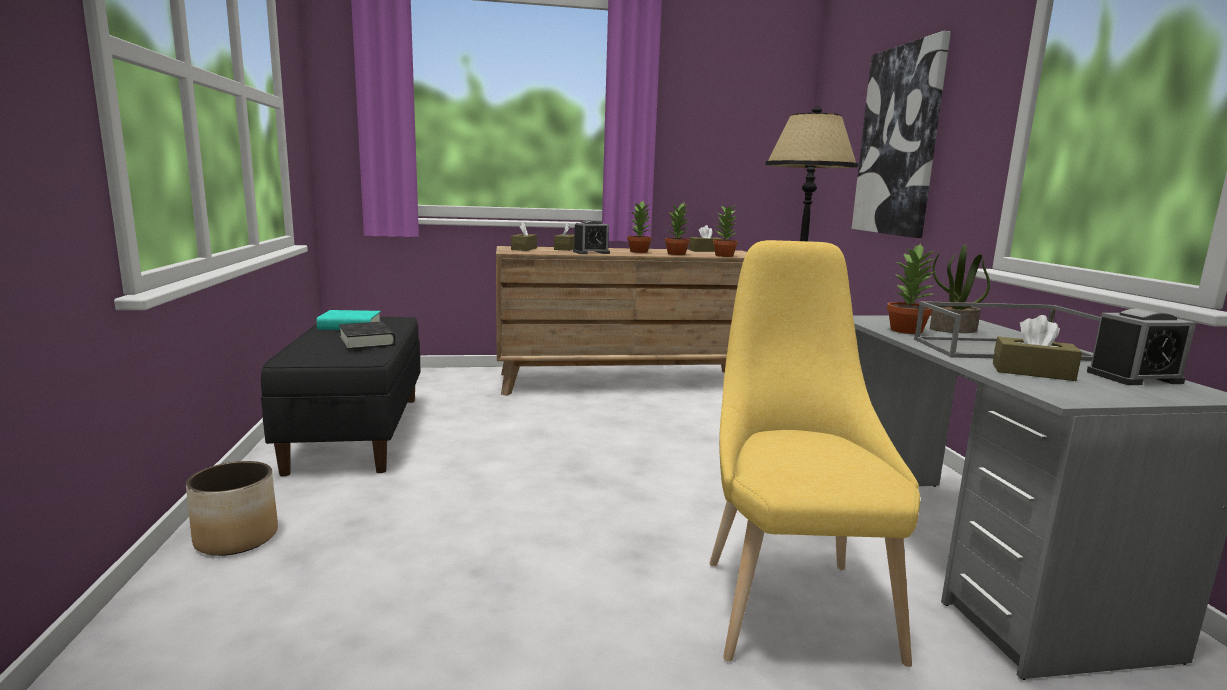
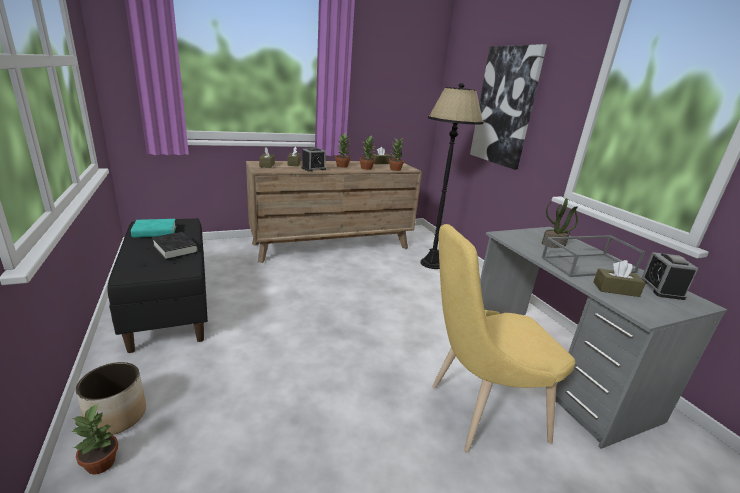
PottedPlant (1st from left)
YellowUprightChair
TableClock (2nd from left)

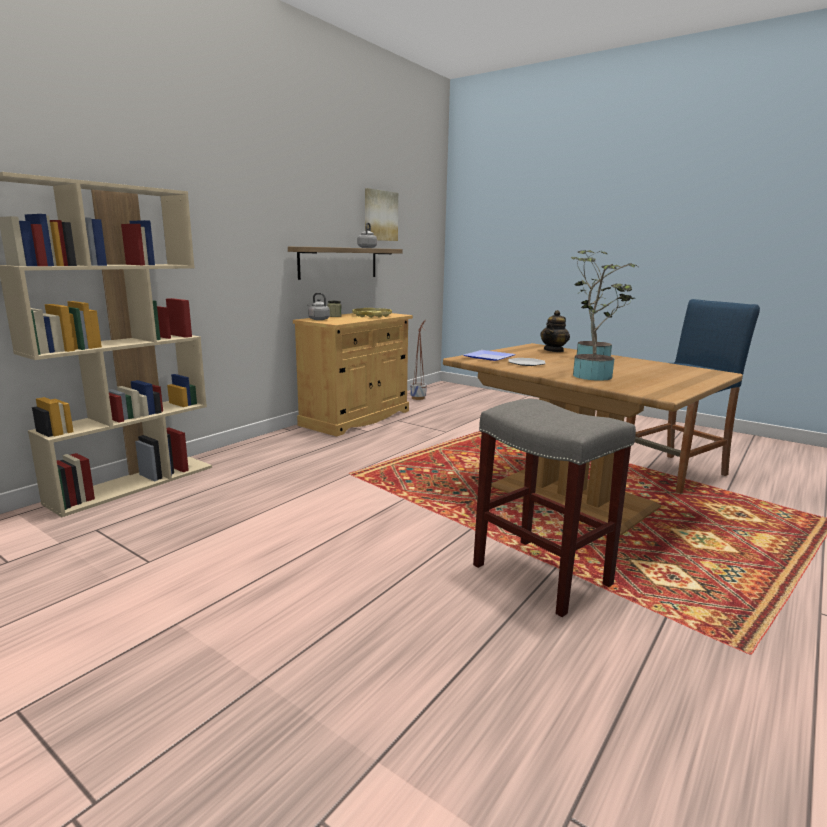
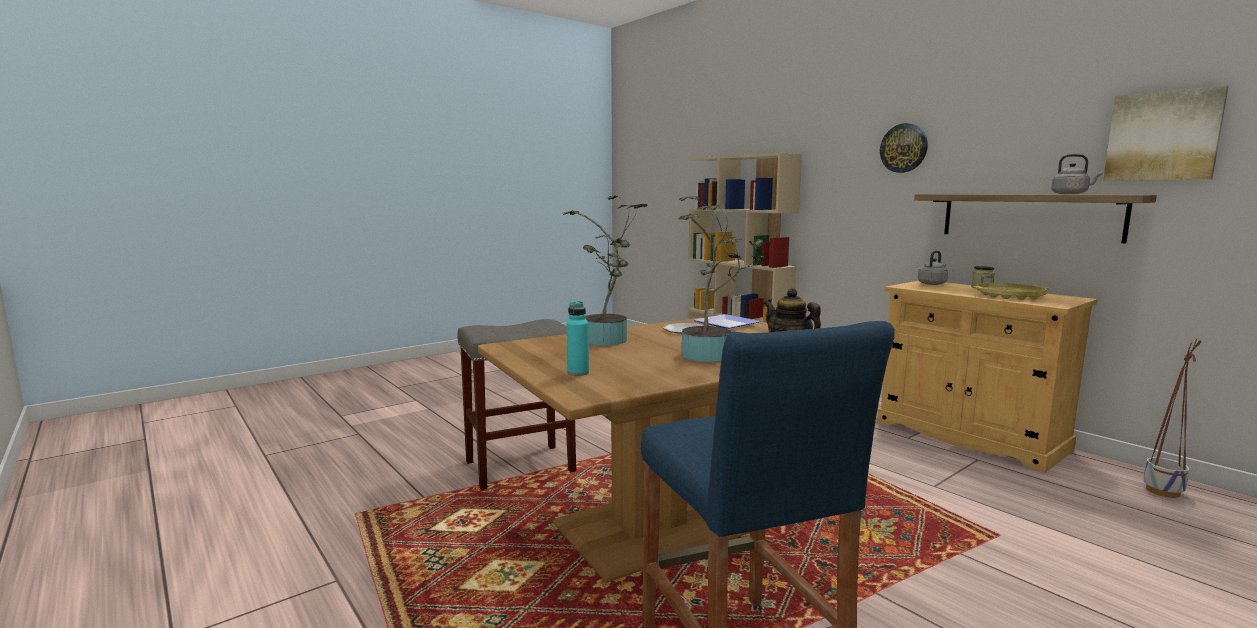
TurquoiseColouredDrinkBottle
HangingClock

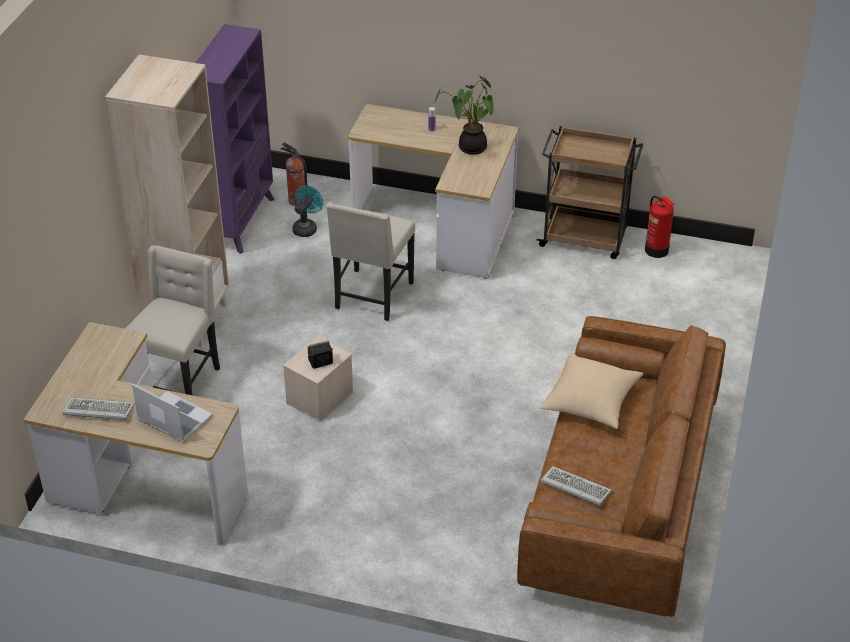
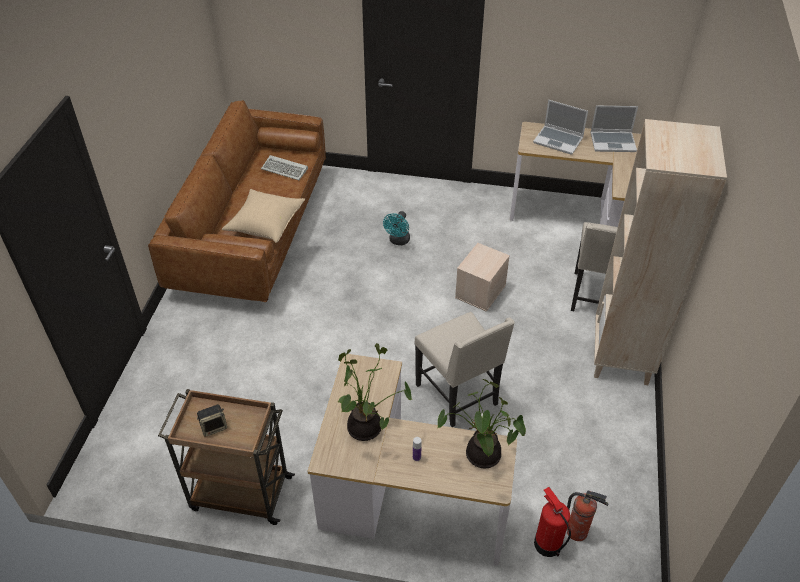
PurplishBookcase
PottedPlant (2nd from left)
TurquoiseColouredElectricFan
Loudspeaker
Extinguisher (1st from left)
Laptop (2nd from left)
SandColouredUprightChair (1st from left)

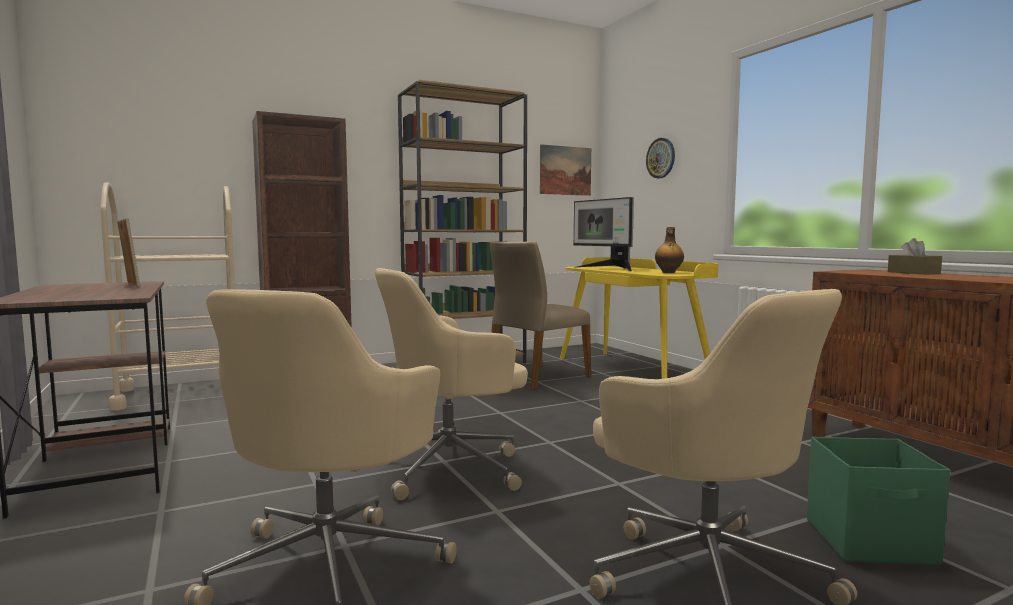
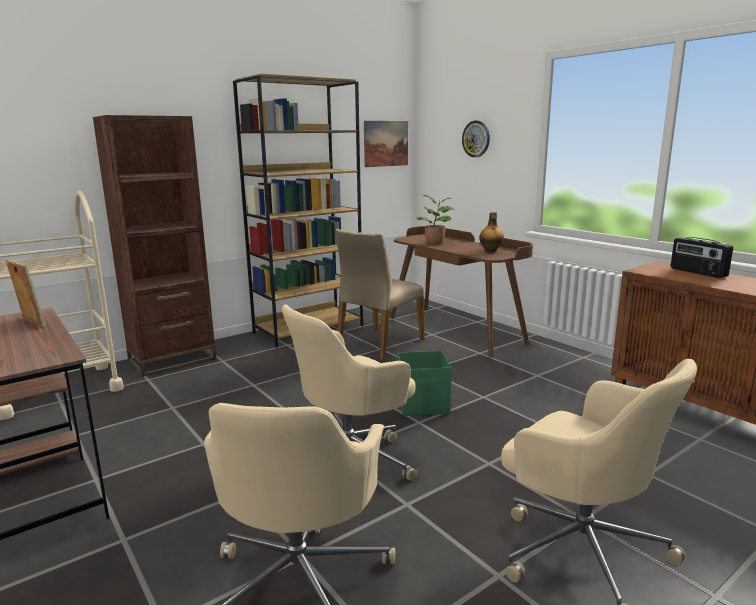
GreenishStorageBin
PottedPlant
RadioReceiver
BrownColouredDeskTable (2nd from left)

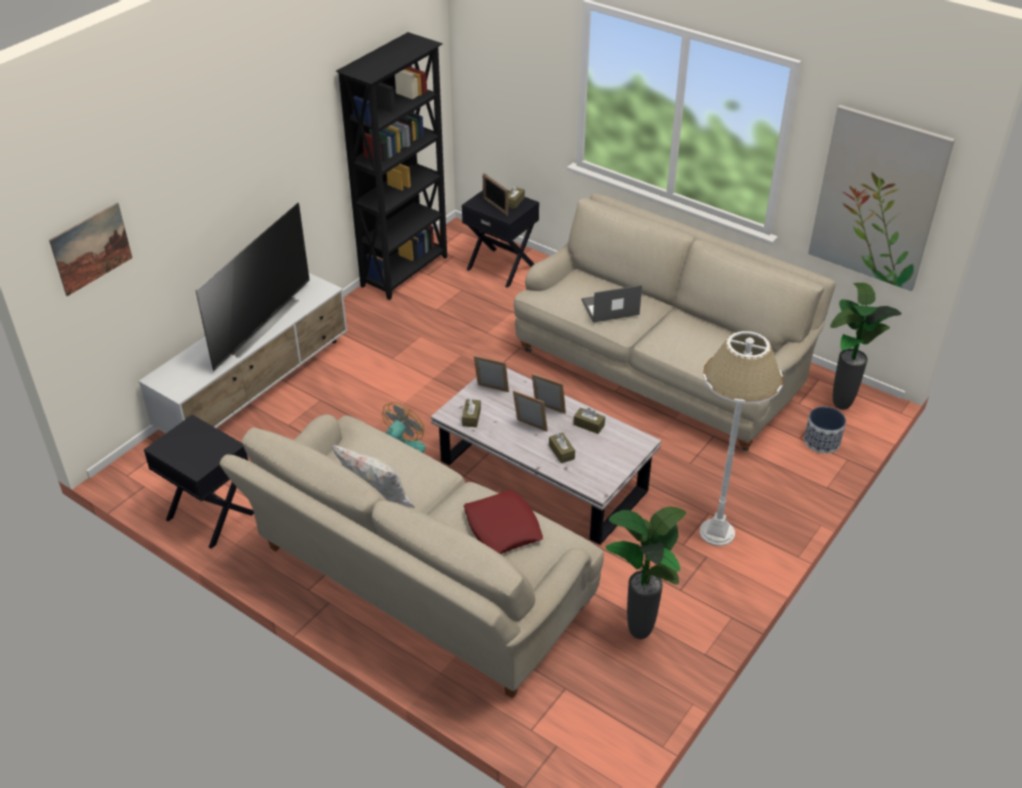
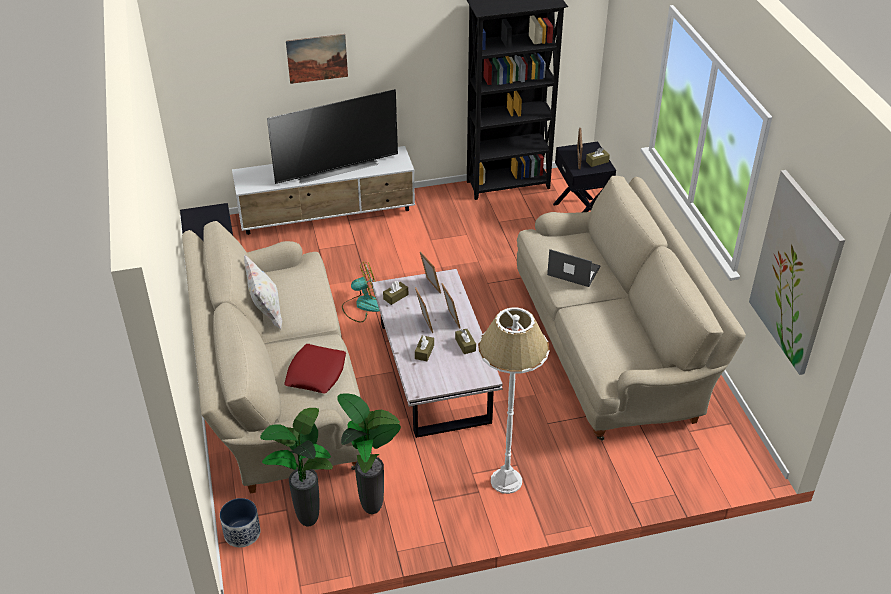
WallPicture (1st from left)
FlowerPot
PottedPlant (1st from left)

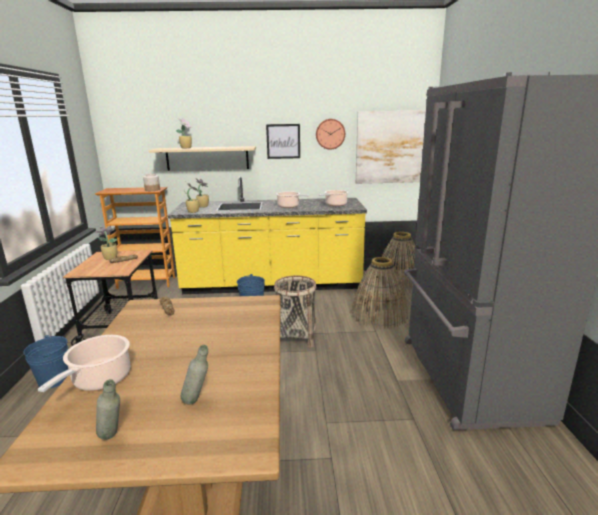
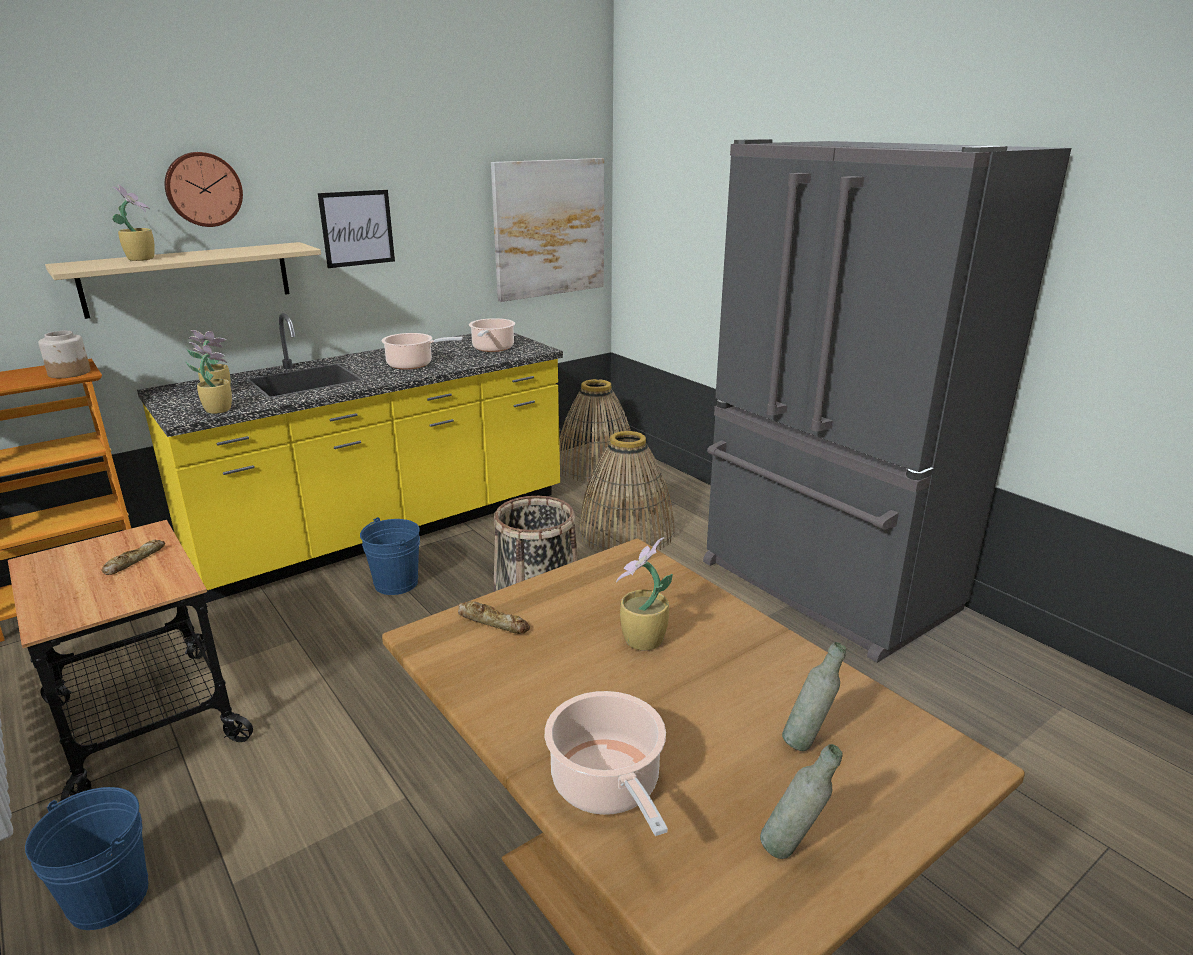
PottedPlant (4th from left)
HangingClock

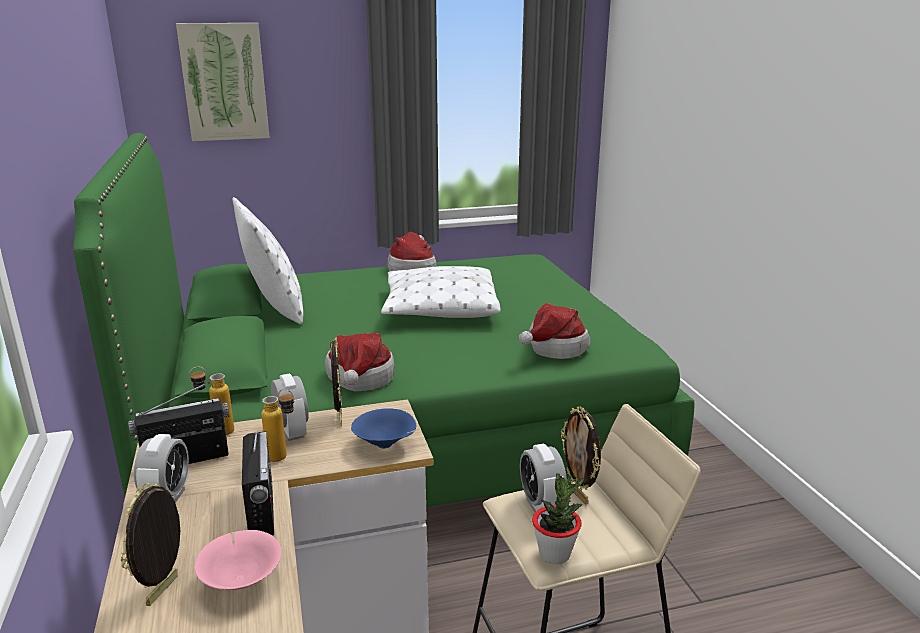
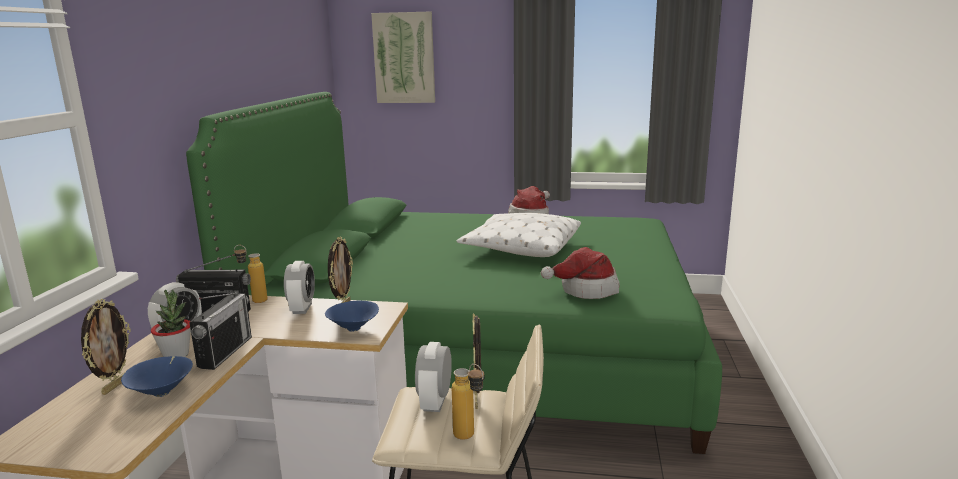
WhitishThrowPillow (1st from left in the first image)
Hat (1st from left in the first image)
DrinkBottle (2nd from left)
PottedPlant
BlueColouredBowl (1st from left)
StandingFrame (1st from left)

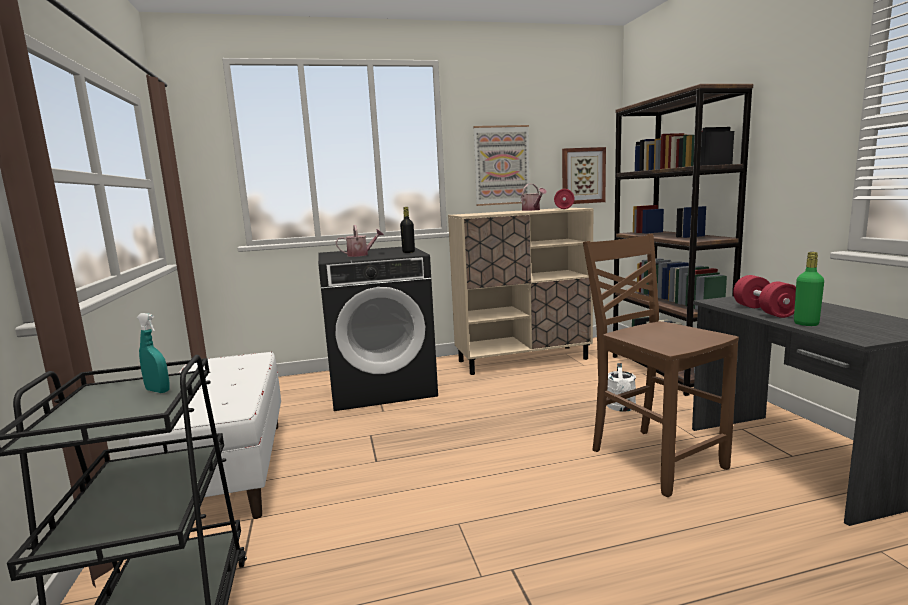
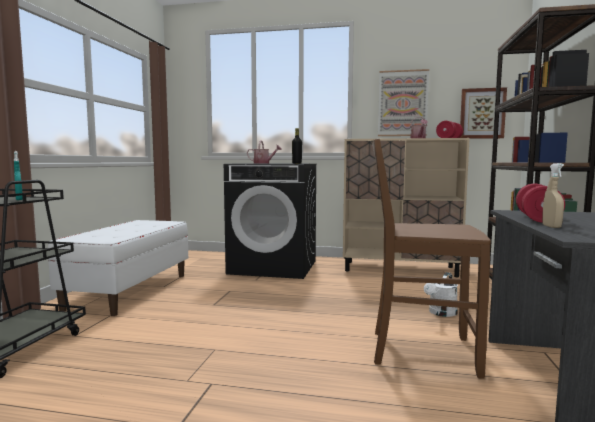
SandColouredSprayBottle
BrownColouredUprightChair

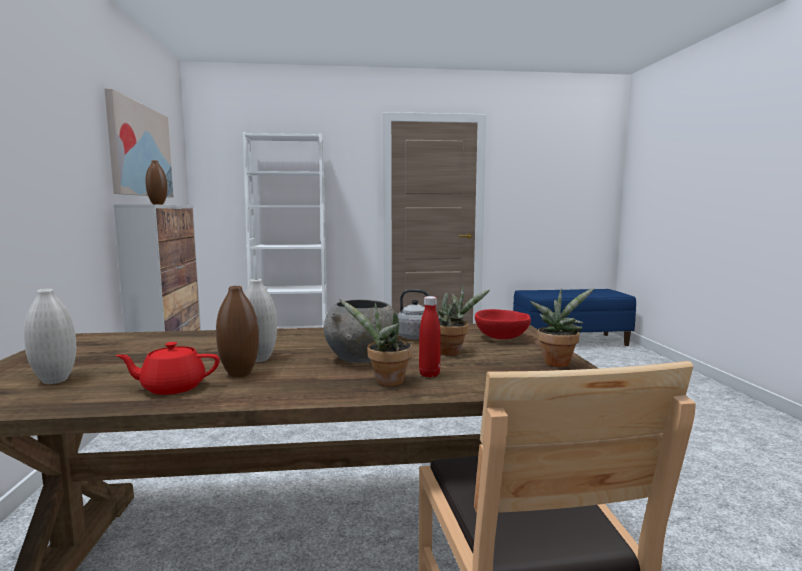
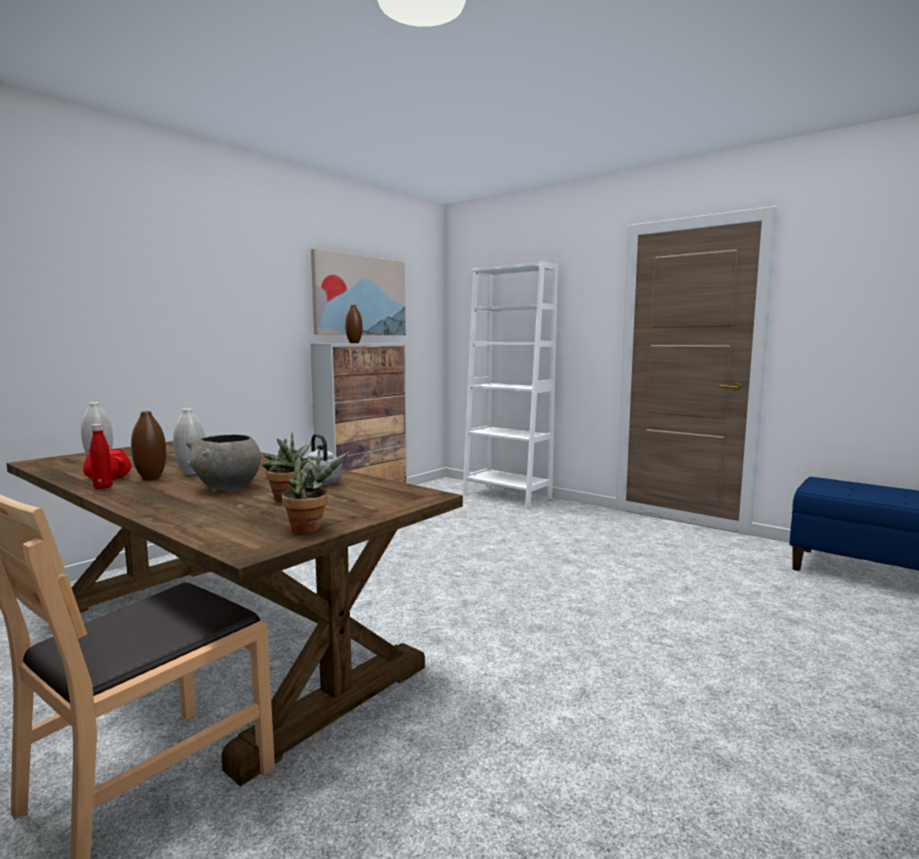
PottedPlant (1st from left in the first image)
RedColouredBowl
RedColouredDrinkBottle

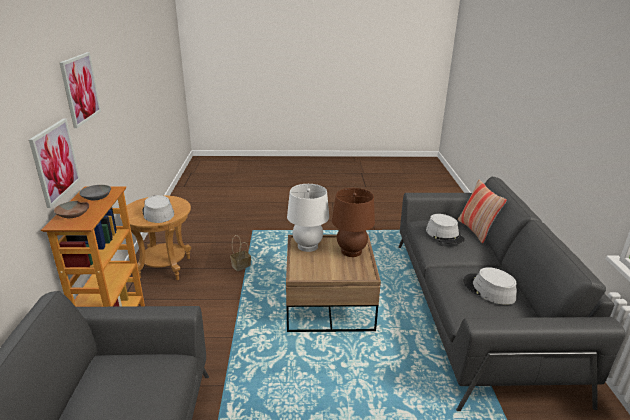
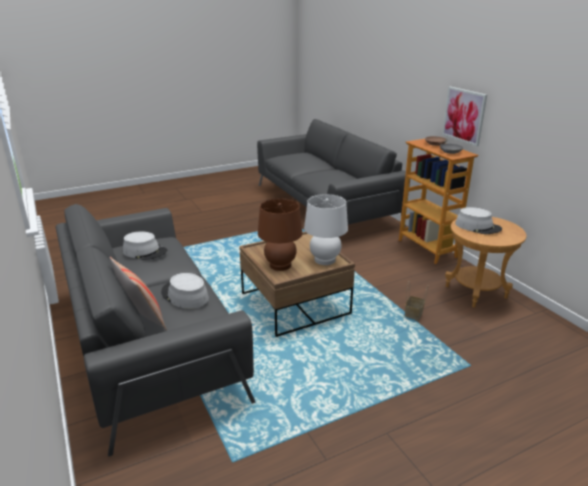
WallPicture (2nd from left in the first image)

